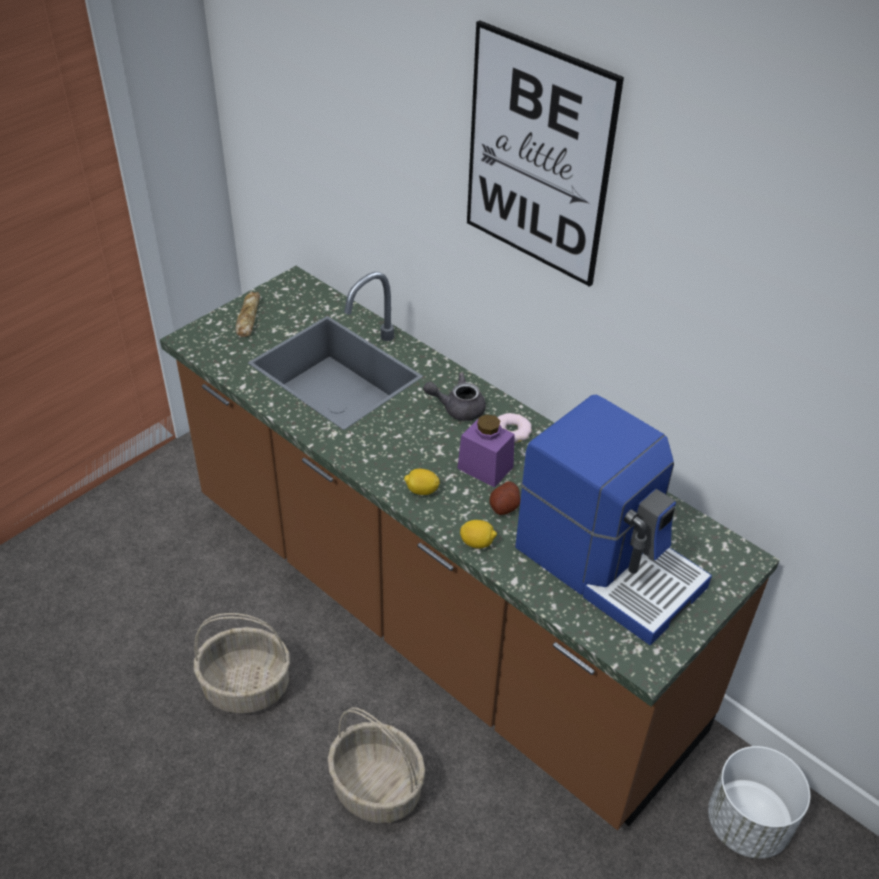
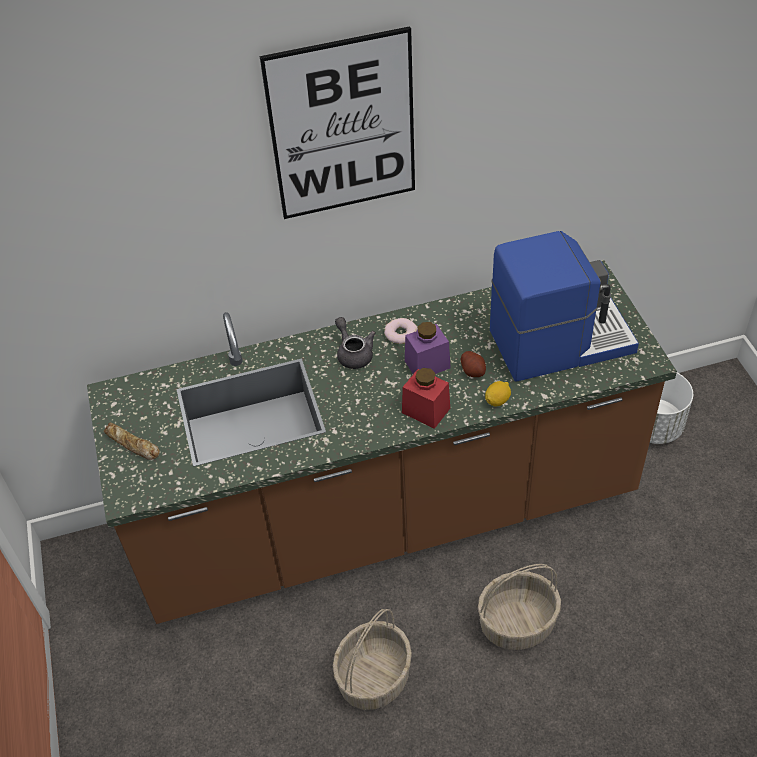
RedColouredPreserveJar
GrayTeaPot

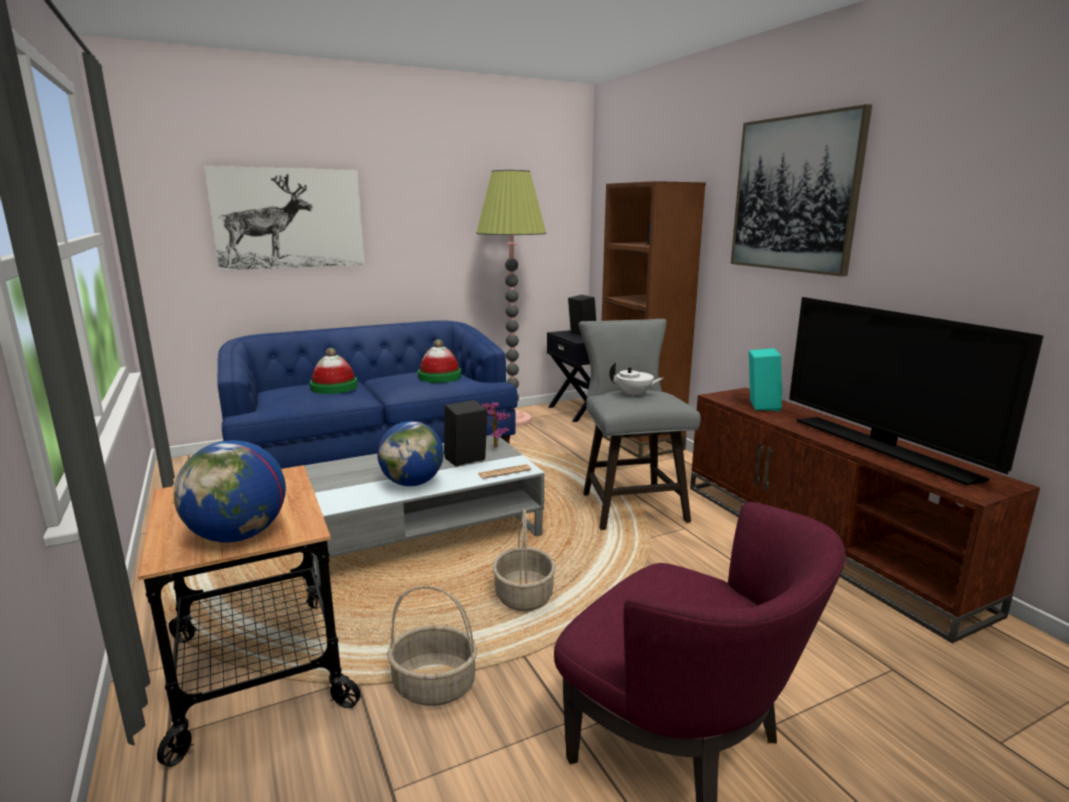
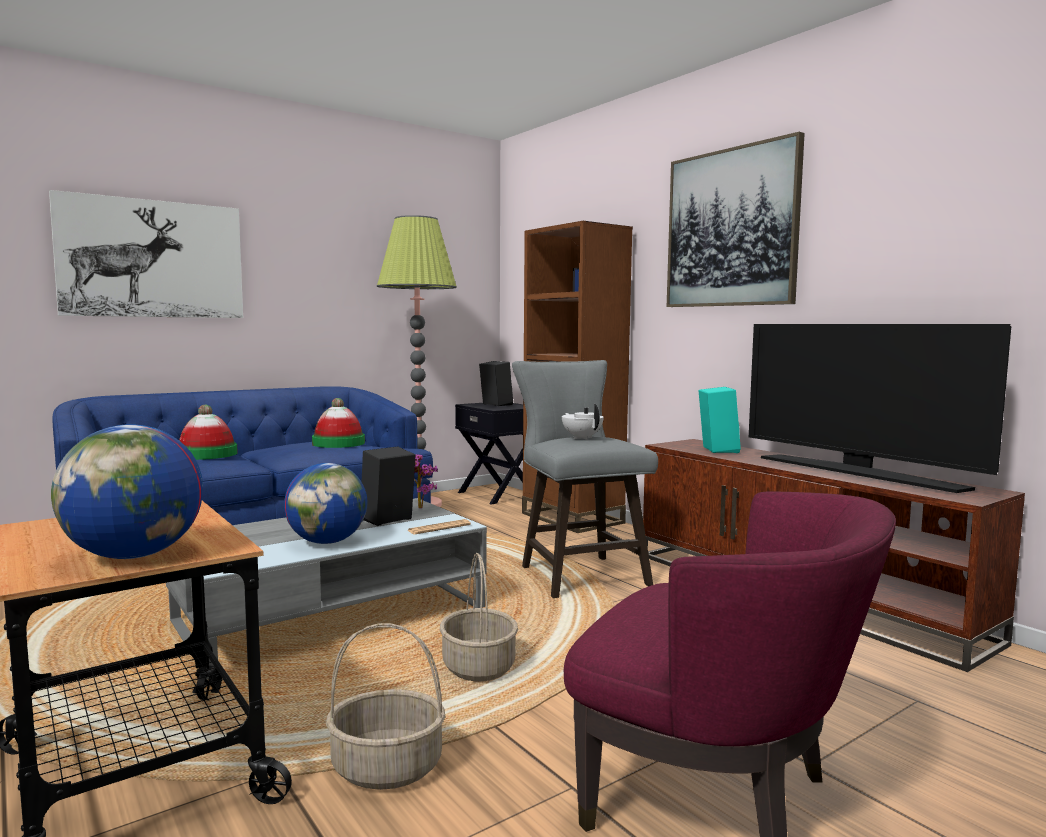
WhitishTeaPot

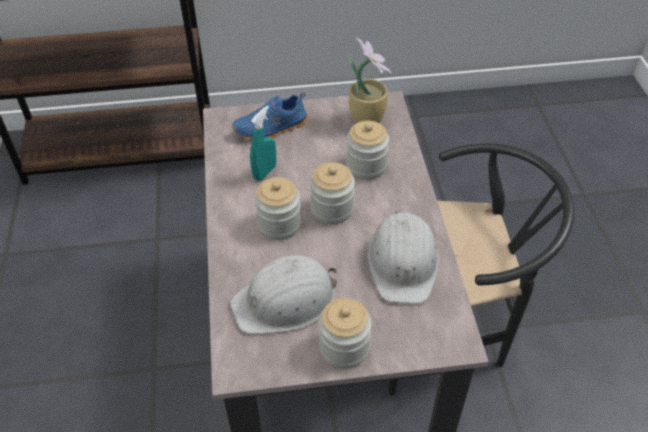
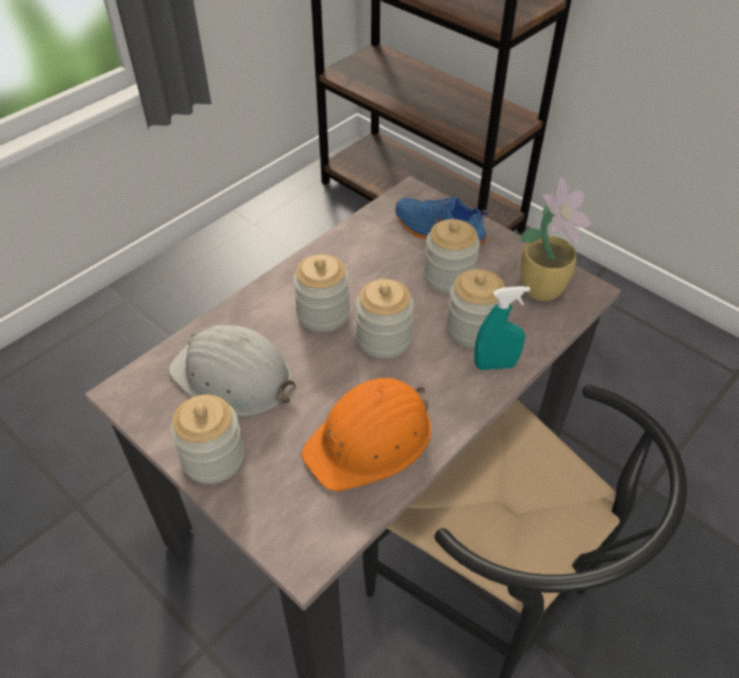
PreserveJar (4th from left)
TurquoiseColouredSprayBottle
OrangeSafetyHelmet

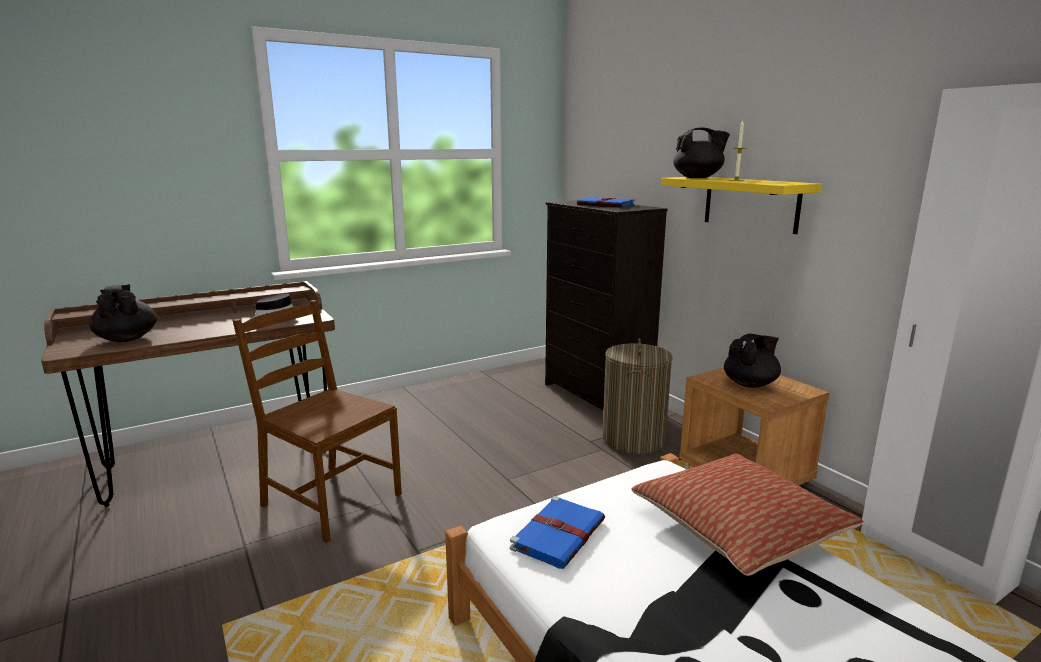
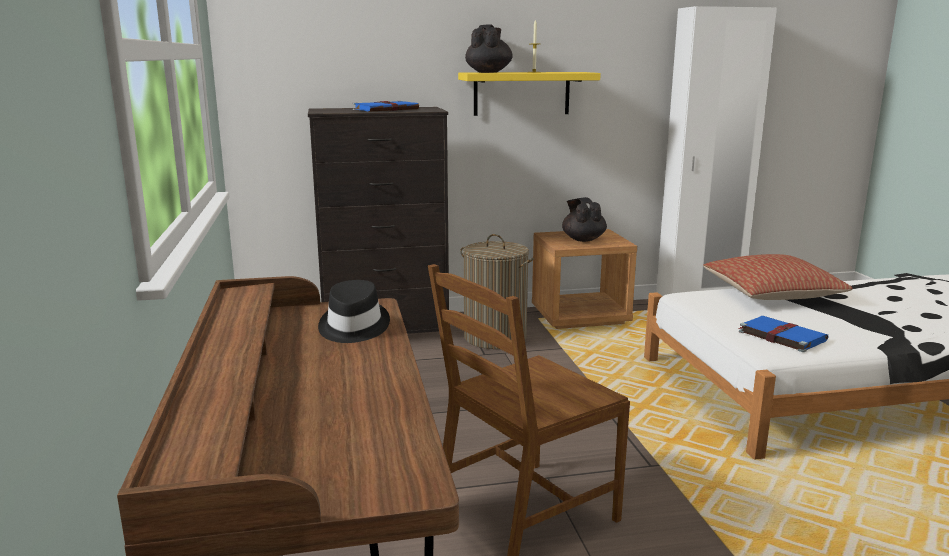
BlackTeaPot (1st from left in the first image)

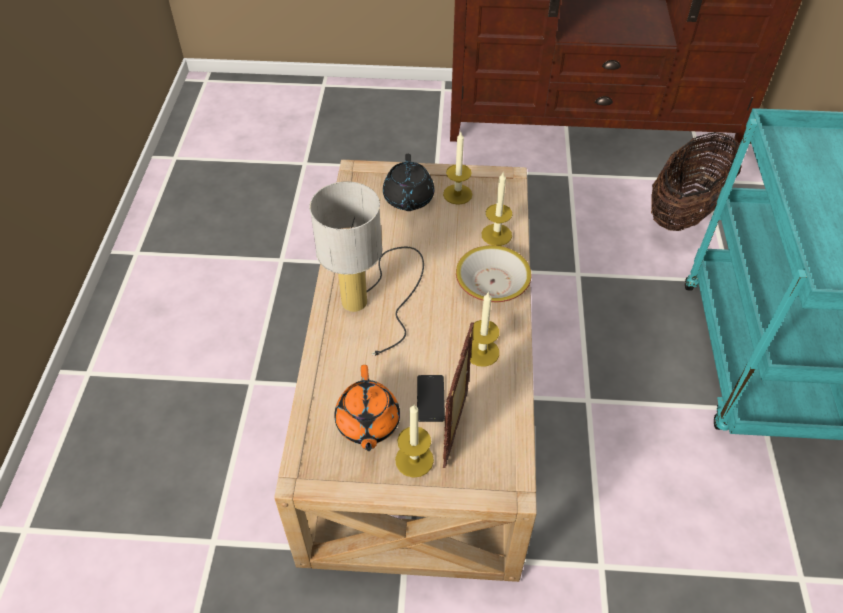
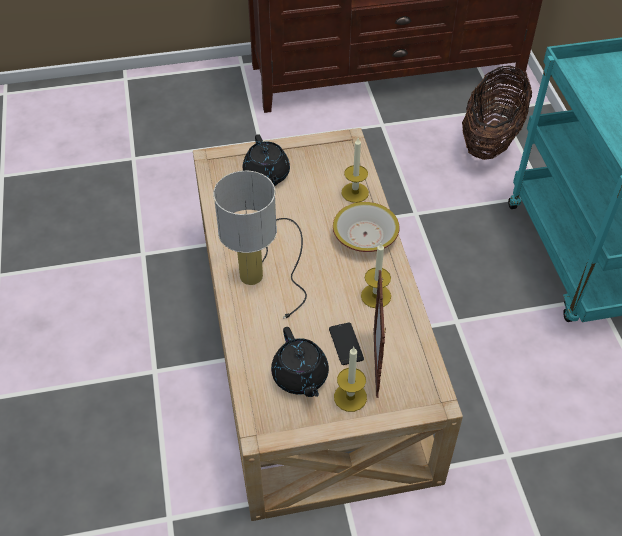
WaxLight (2nd from left in the first image)
BlackTeaPot (2nd from left)

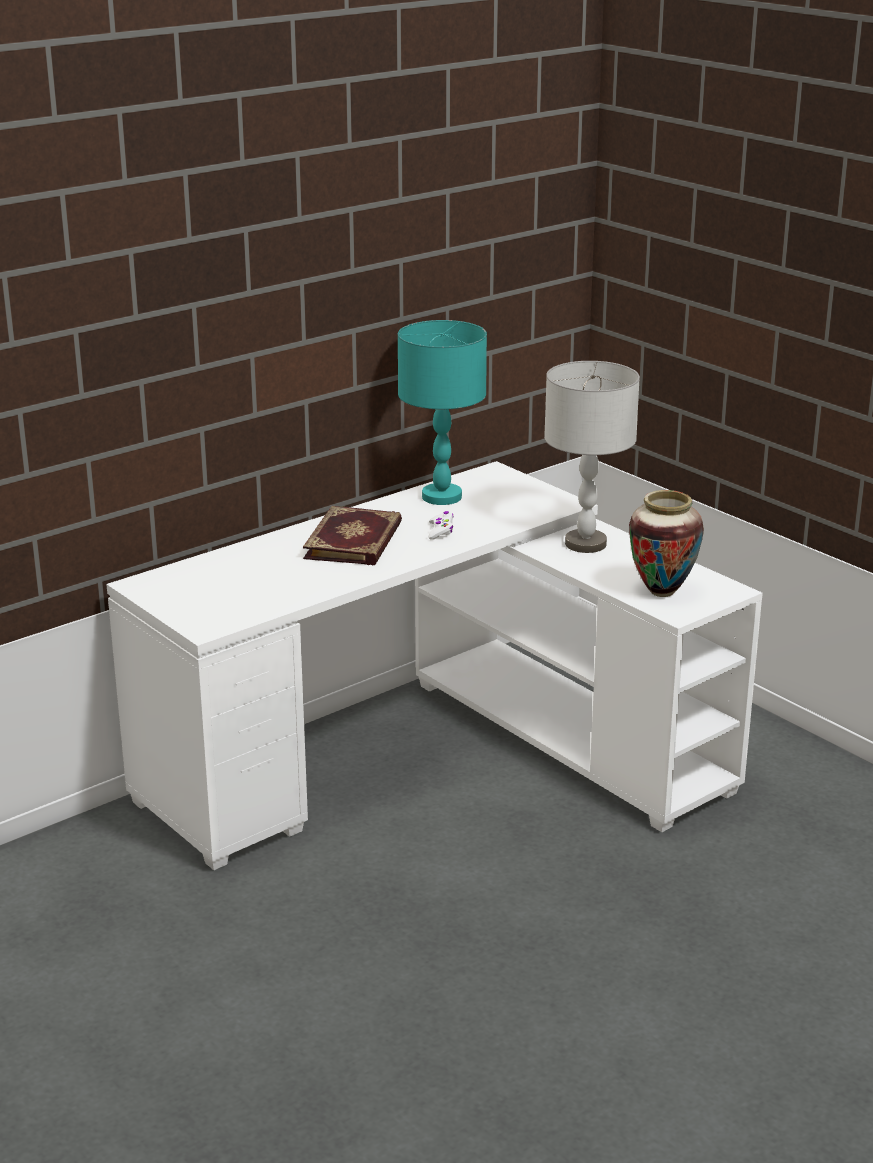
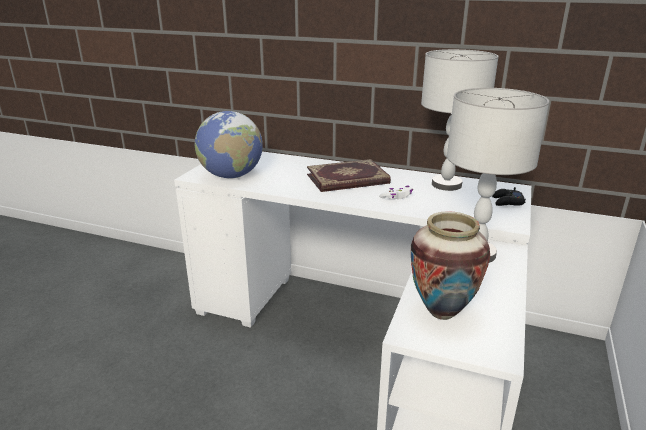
WorldGlobe
BlackGamepad
GrayTableLamp (1st from left)

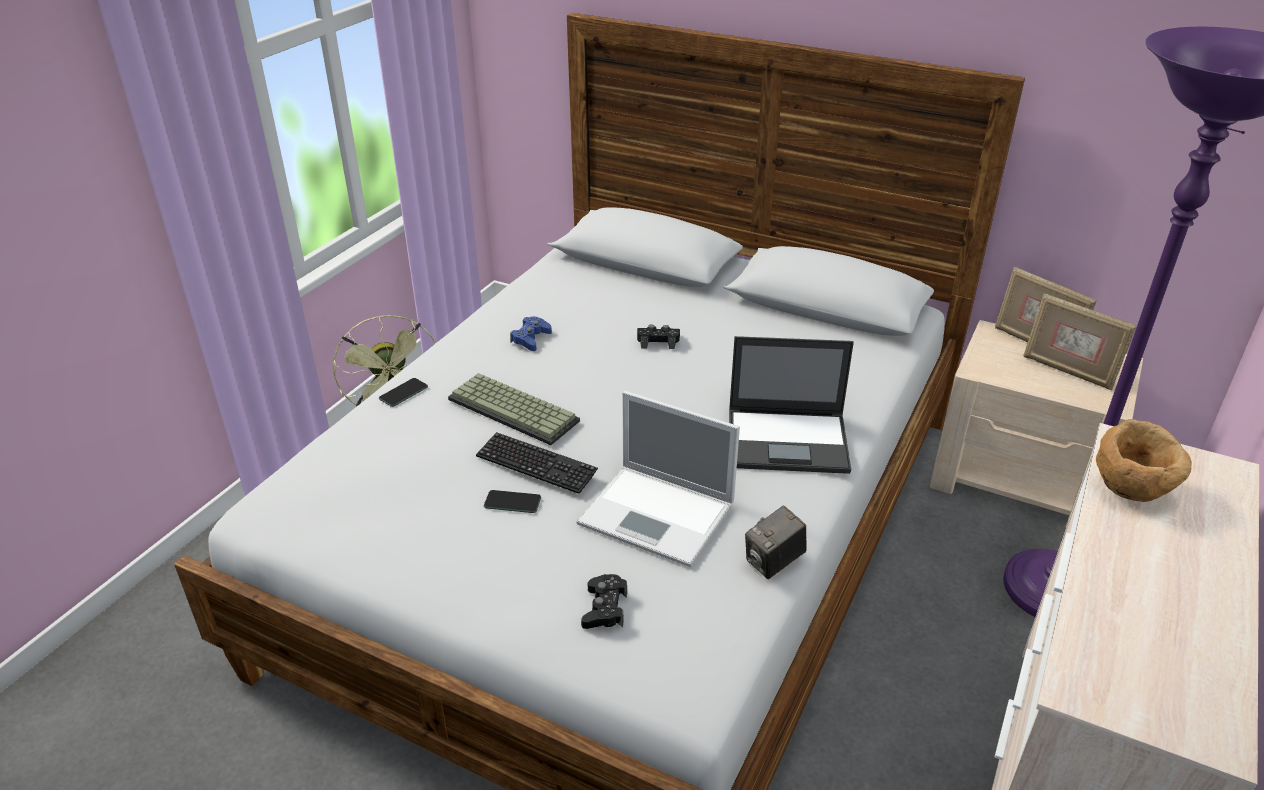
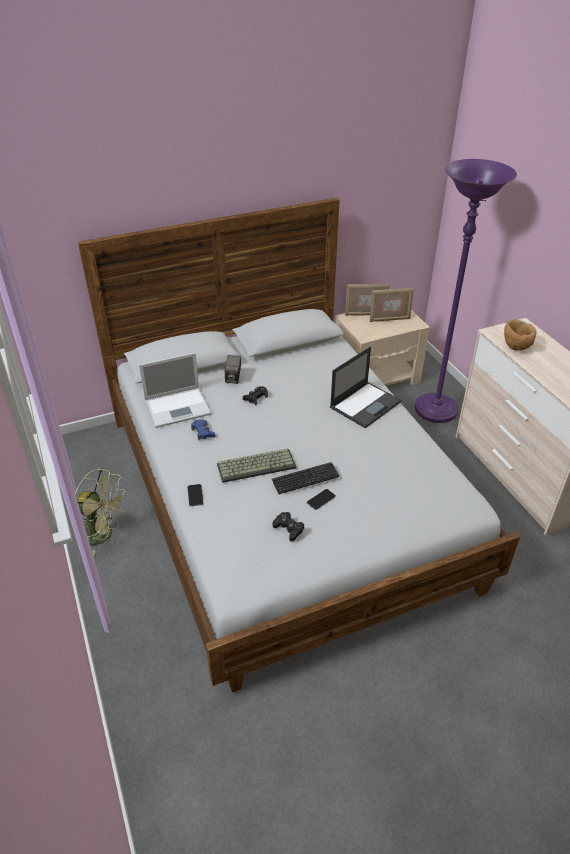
Laptop (1st from left)
BlackGamepad (2nd from left)
StillCamera

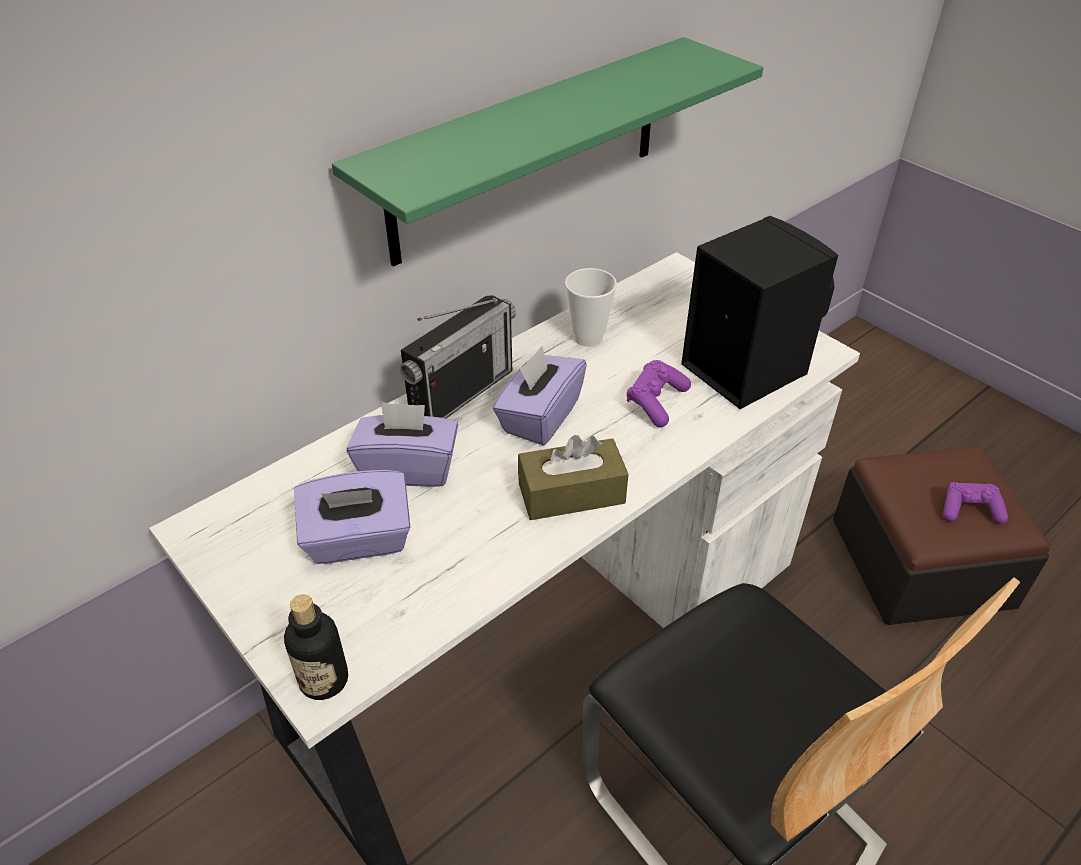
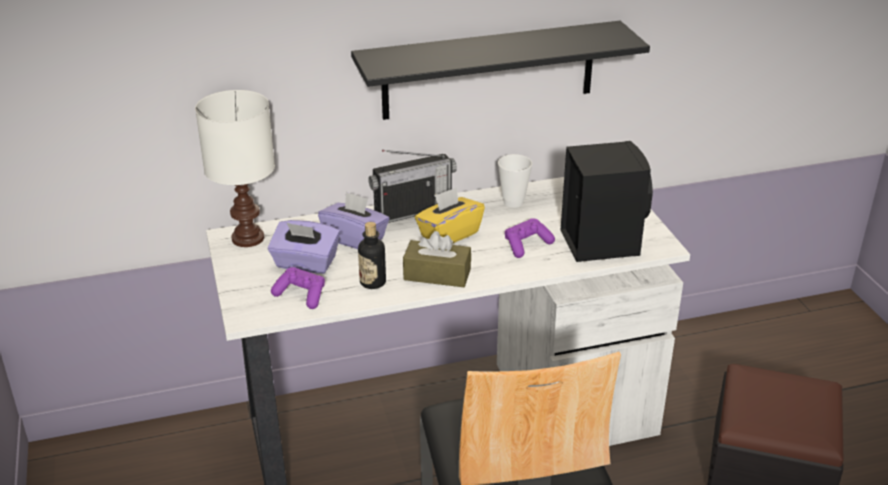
WhitishTableLamp
DrinkBottle
PurplishGamepad (1st from left)
BlackShelf
YellowBoxOfTissues

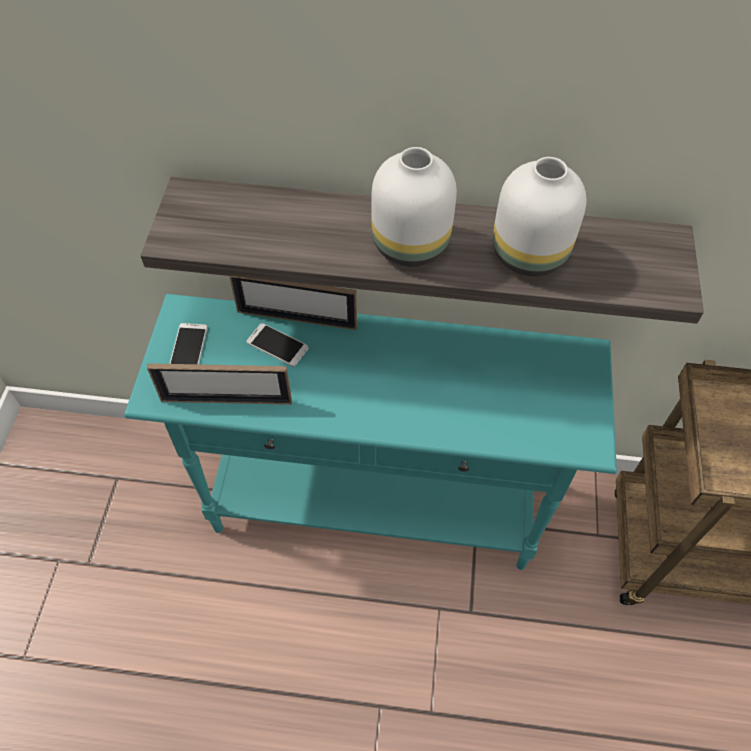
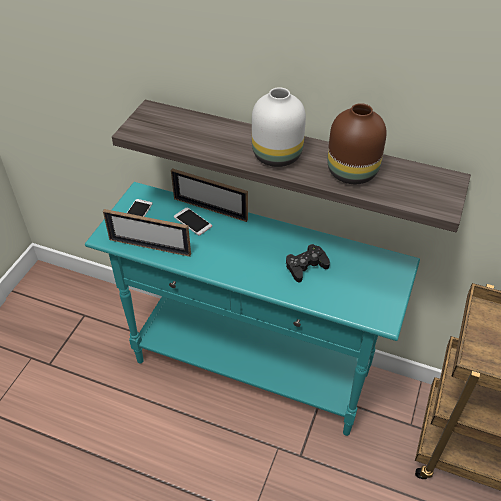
BlackGamepad
BrownColouredVase

